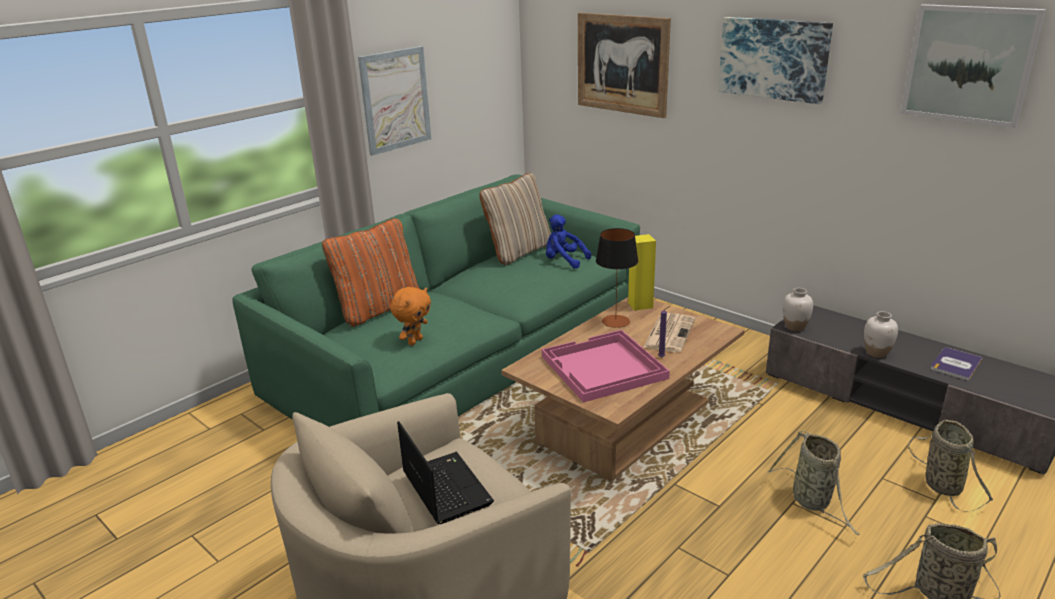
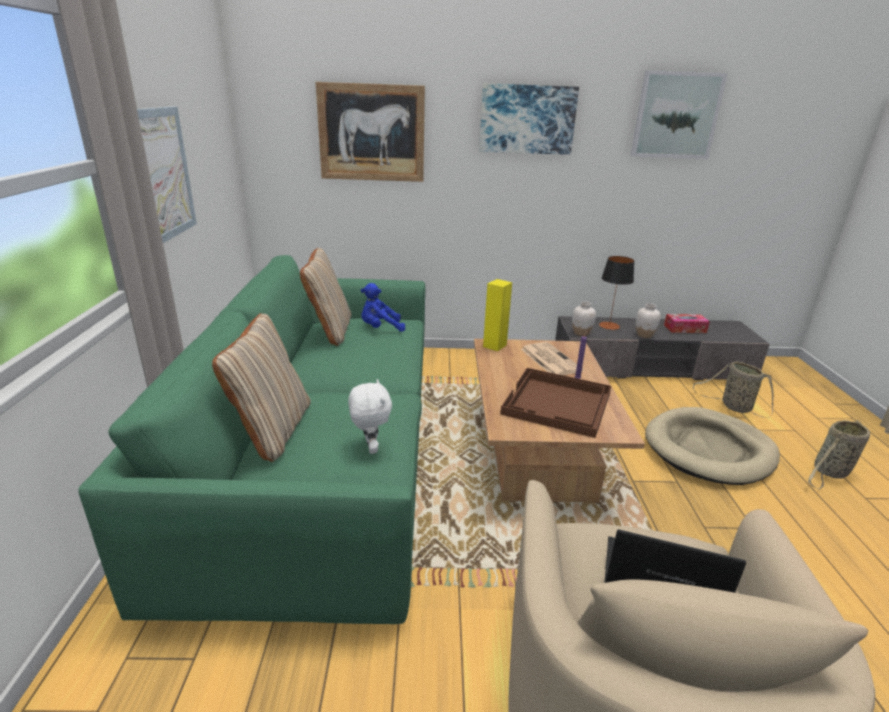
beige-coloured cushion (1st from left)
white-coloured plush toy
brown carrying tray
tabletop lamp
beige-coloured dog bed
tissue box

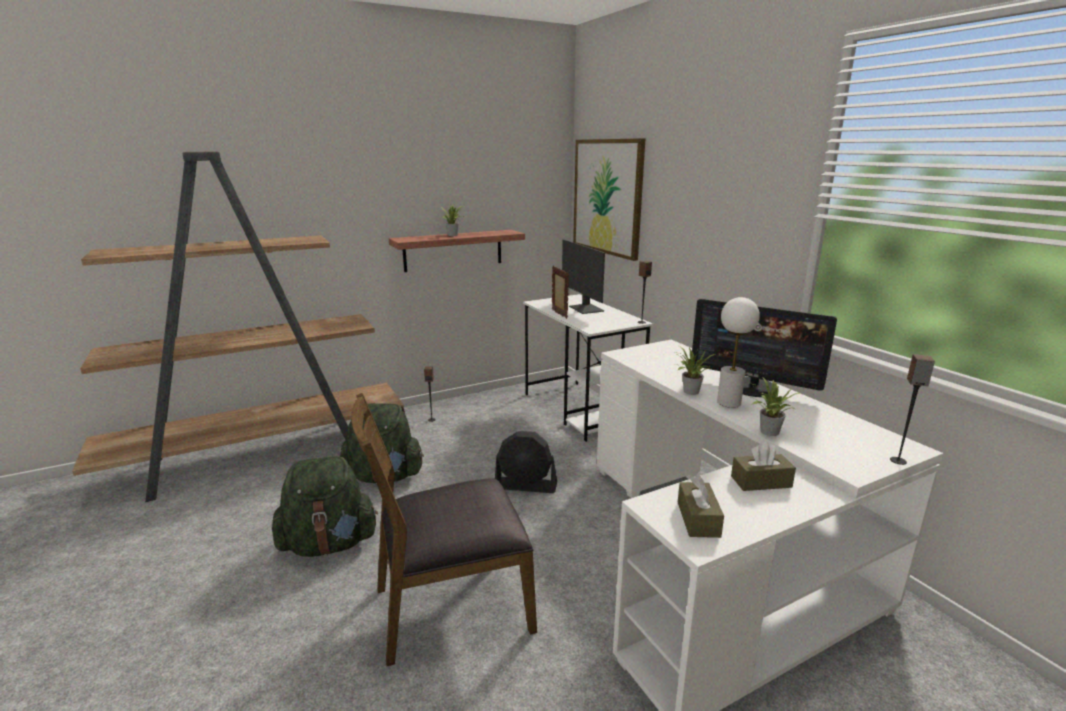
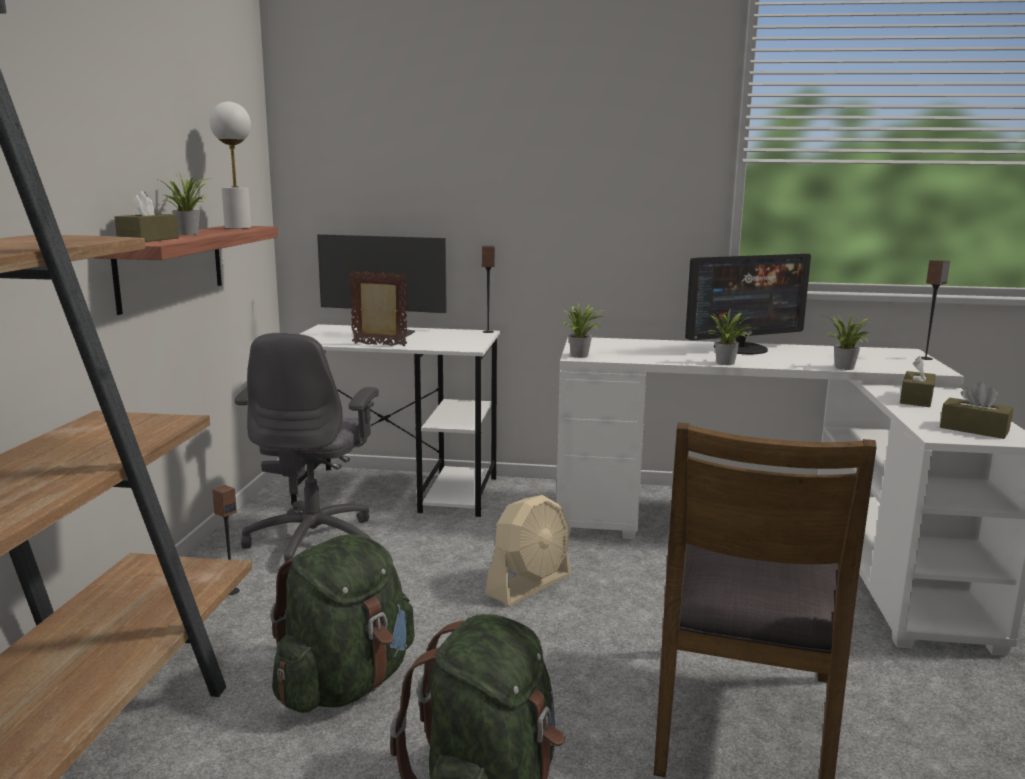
brown tissue box (1st from left)
white-coloured tabletop lamp
grey office chair
beige-coloured cooling fan
potted plant (2nd from left)
wall art

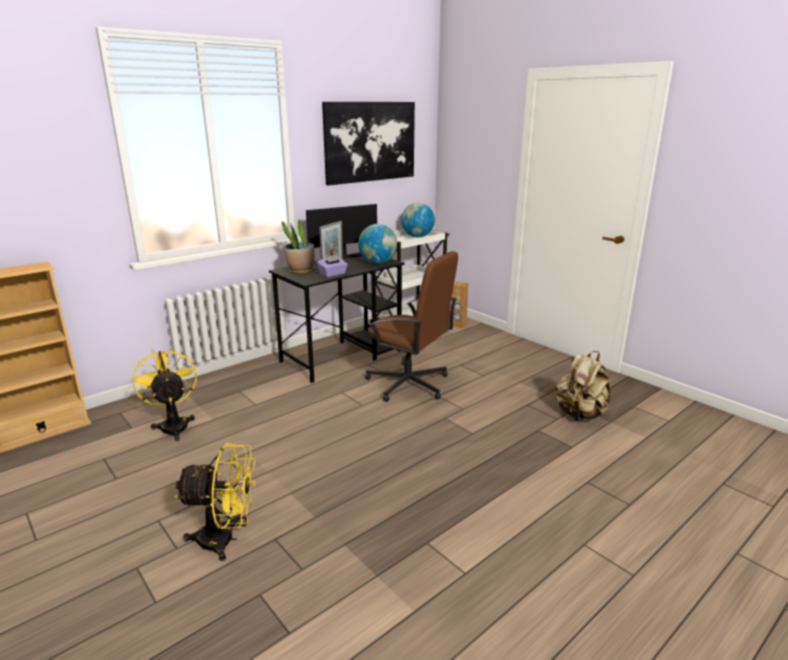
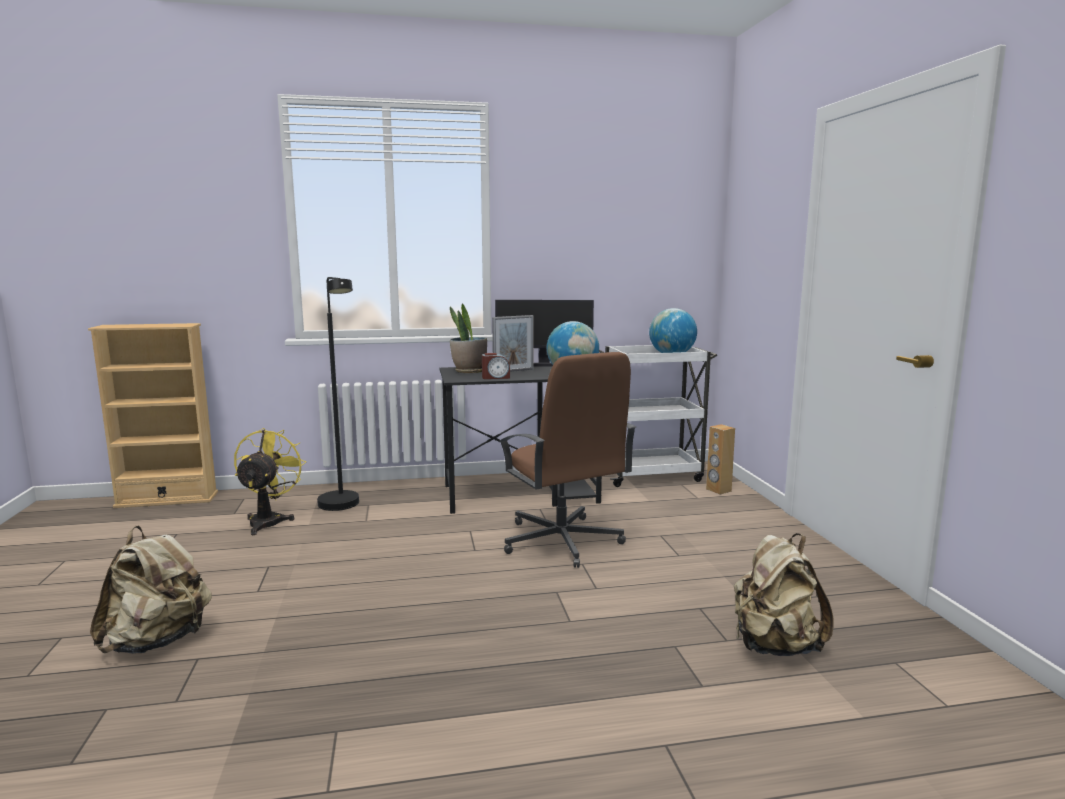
beige-coloured backpack (1st from left)
black standing lamp
bedside clock
wall art

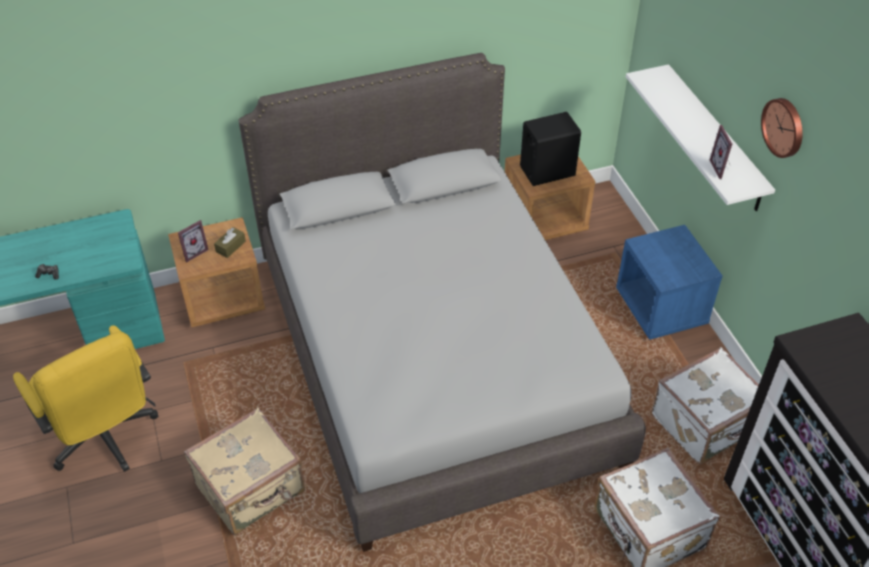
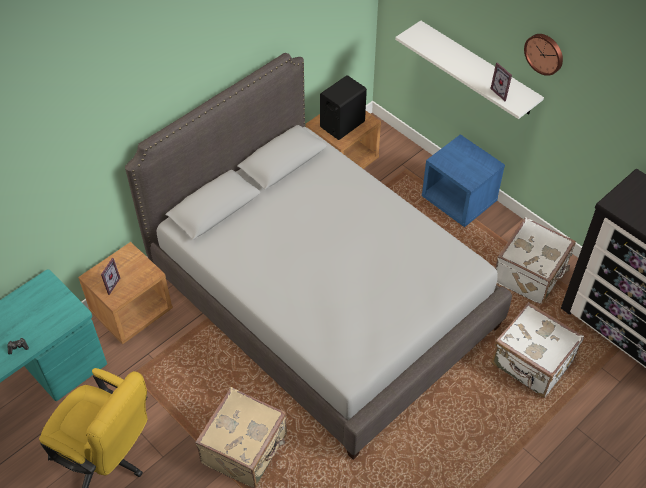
brown tissue box

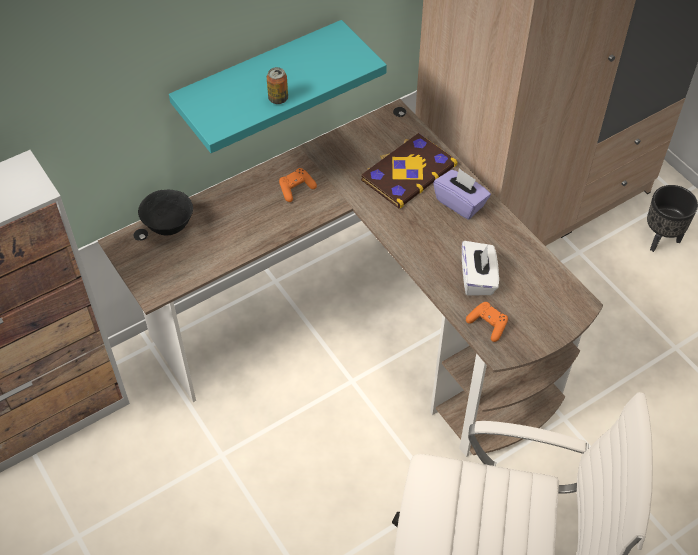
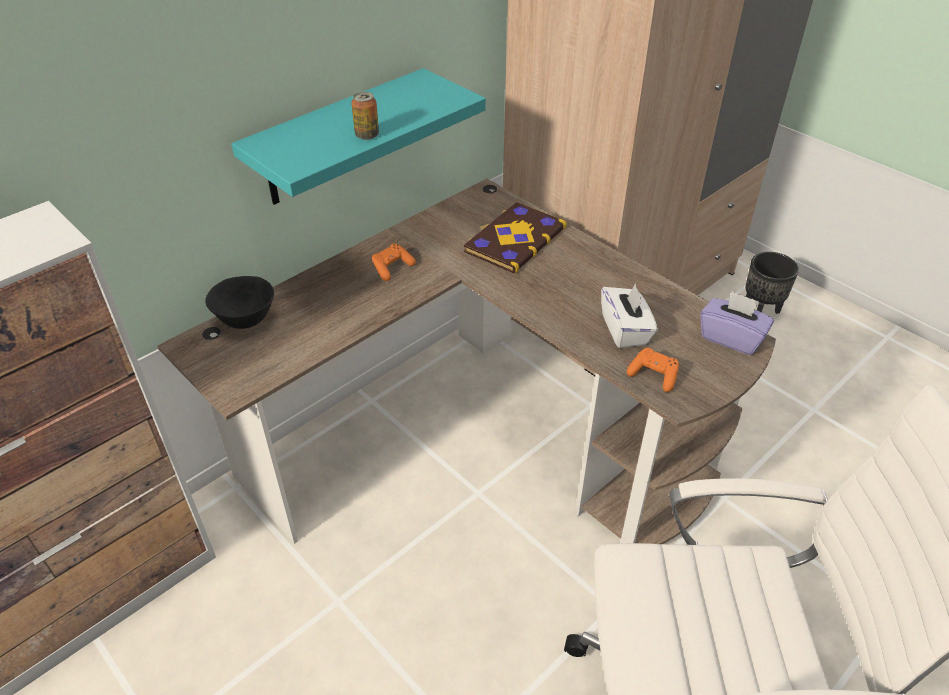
purple-coloured tissue box

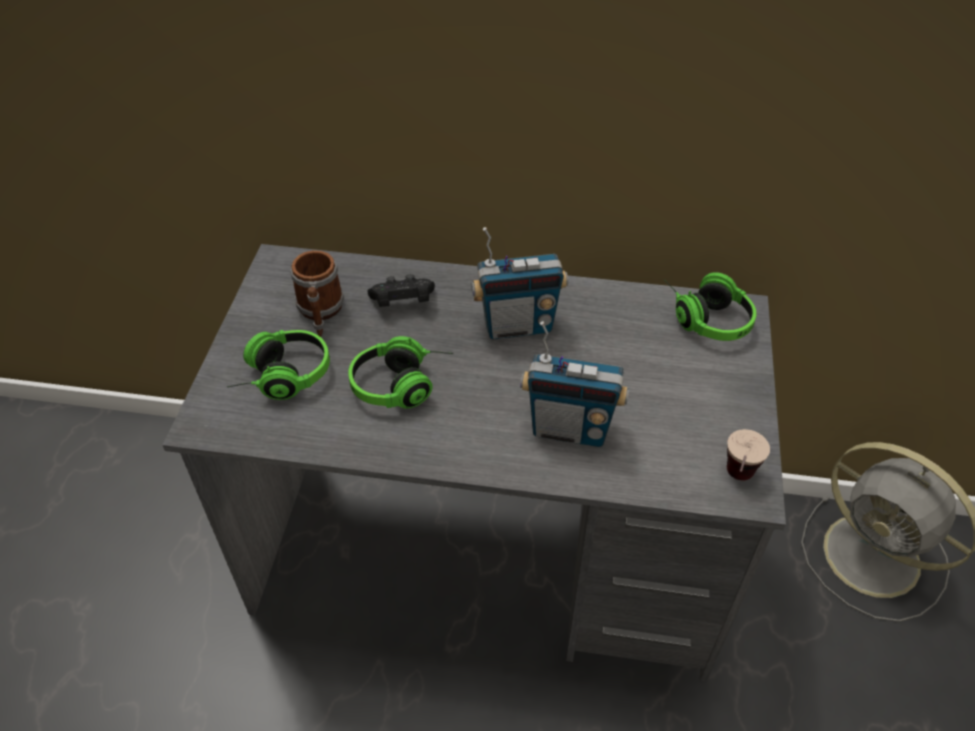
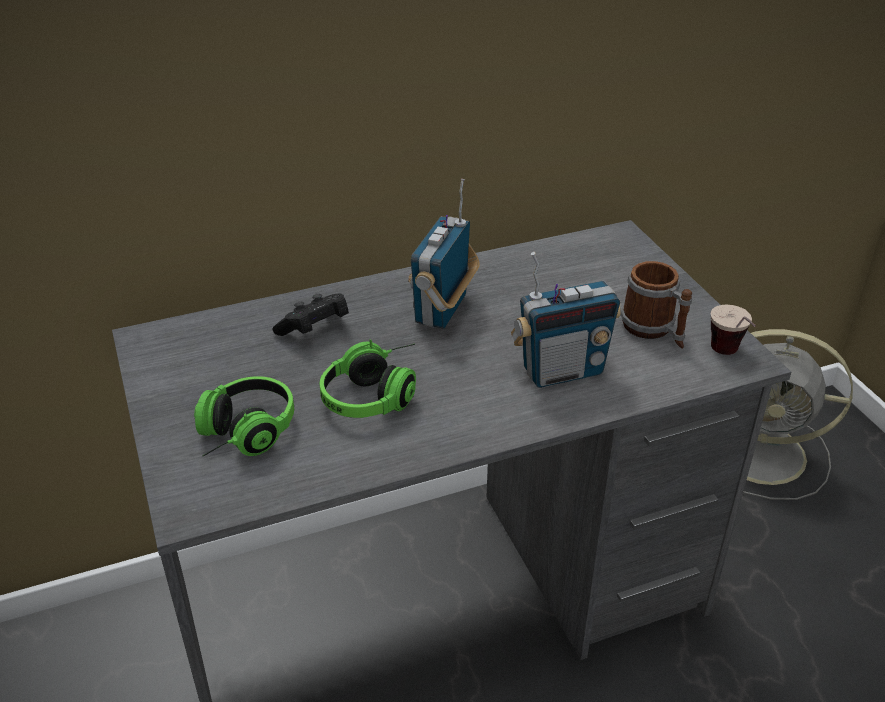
radio receiver (1st from left)
tea mug
headset (3rd from left in the first image)

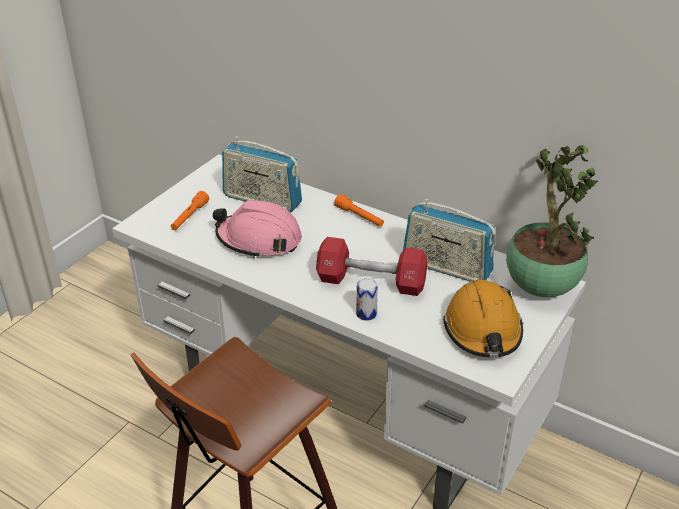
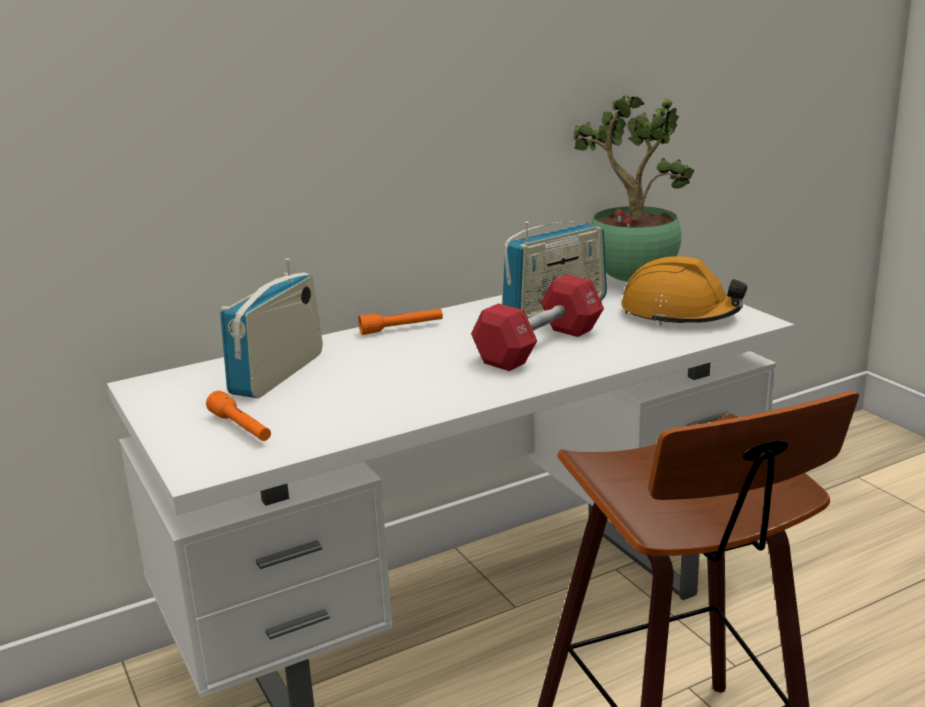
radio receiver (1st from left)
pink hard hat
can

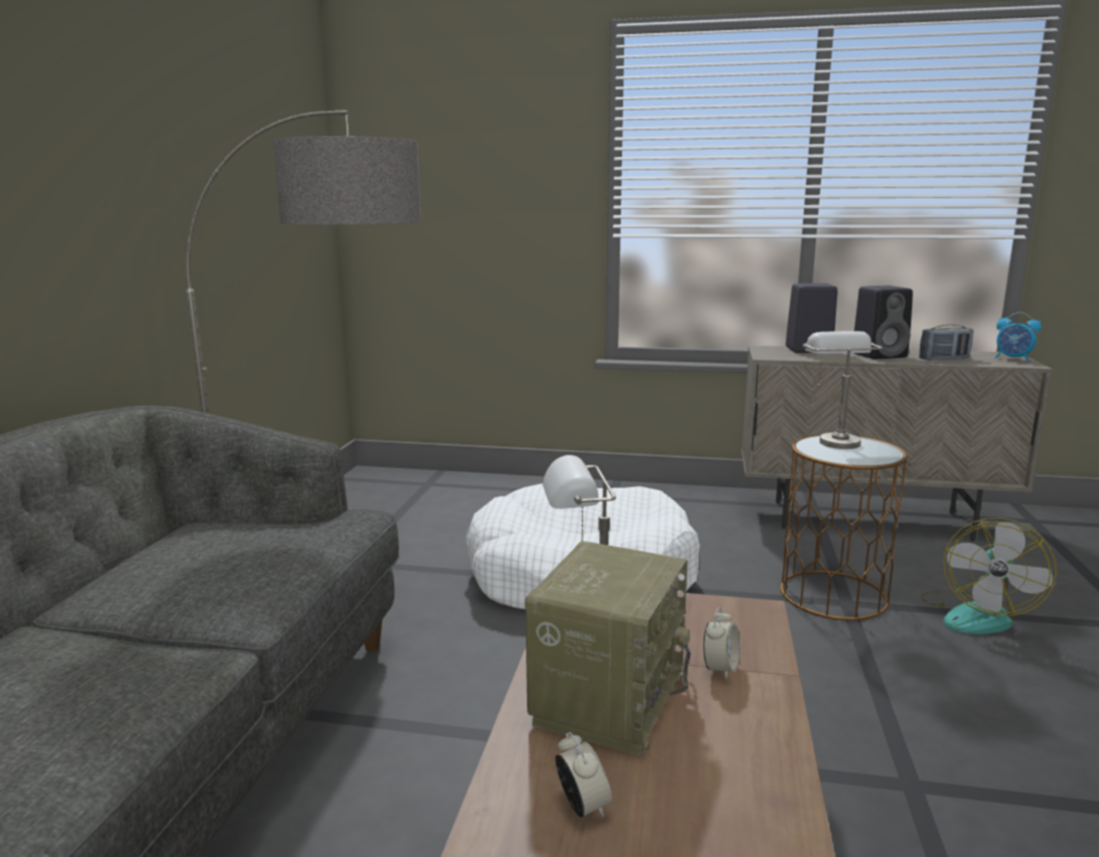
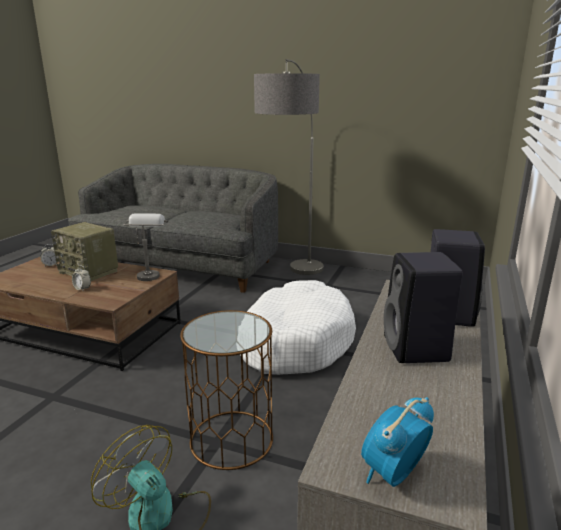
grey tabletop lamp (2nd from left in the first image)
radio receiver (2nd from left in the first image)

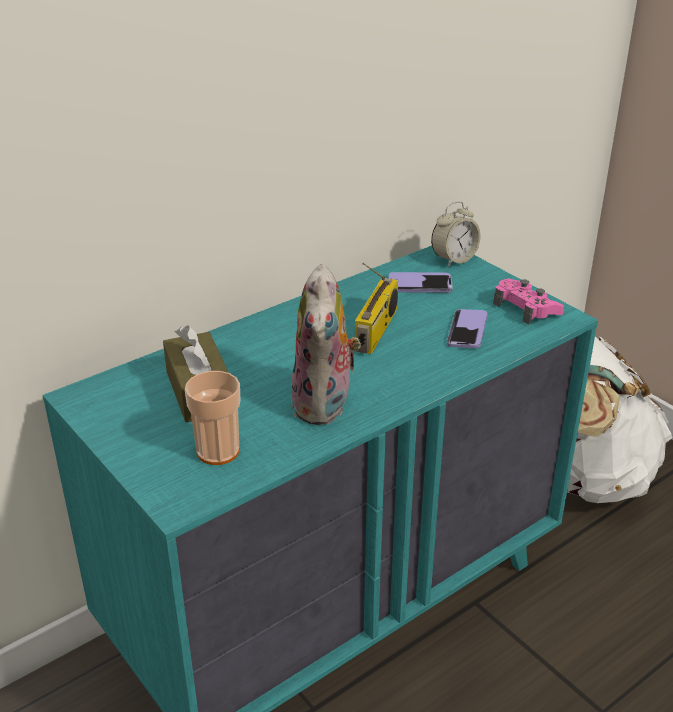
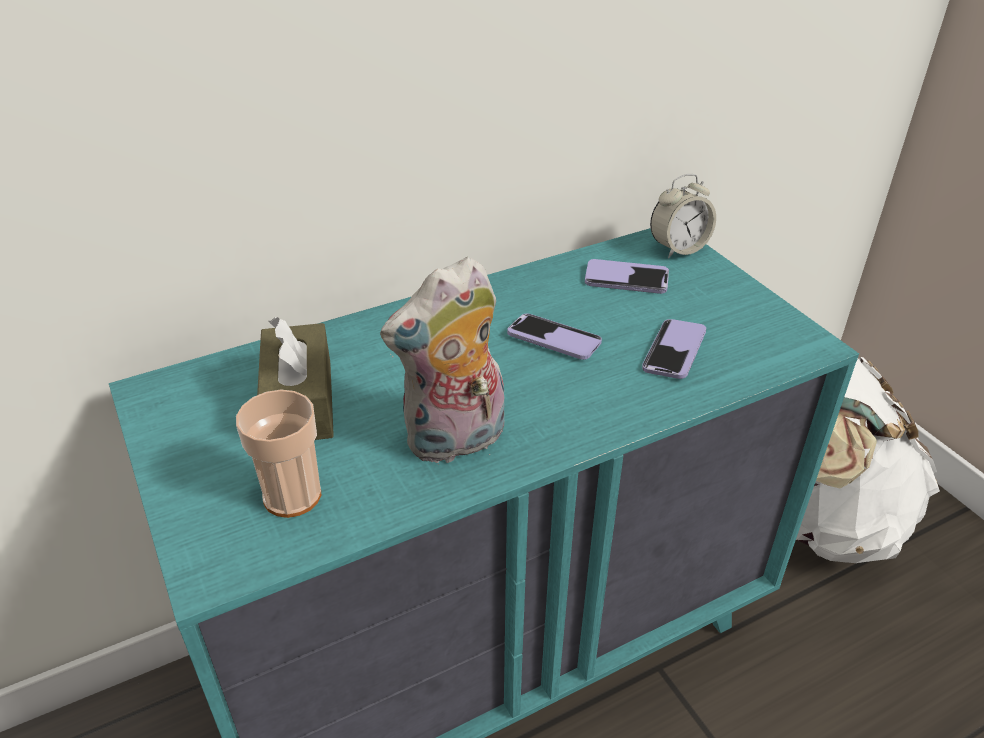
plush toy
telephone (1st from left)
pink joypad

